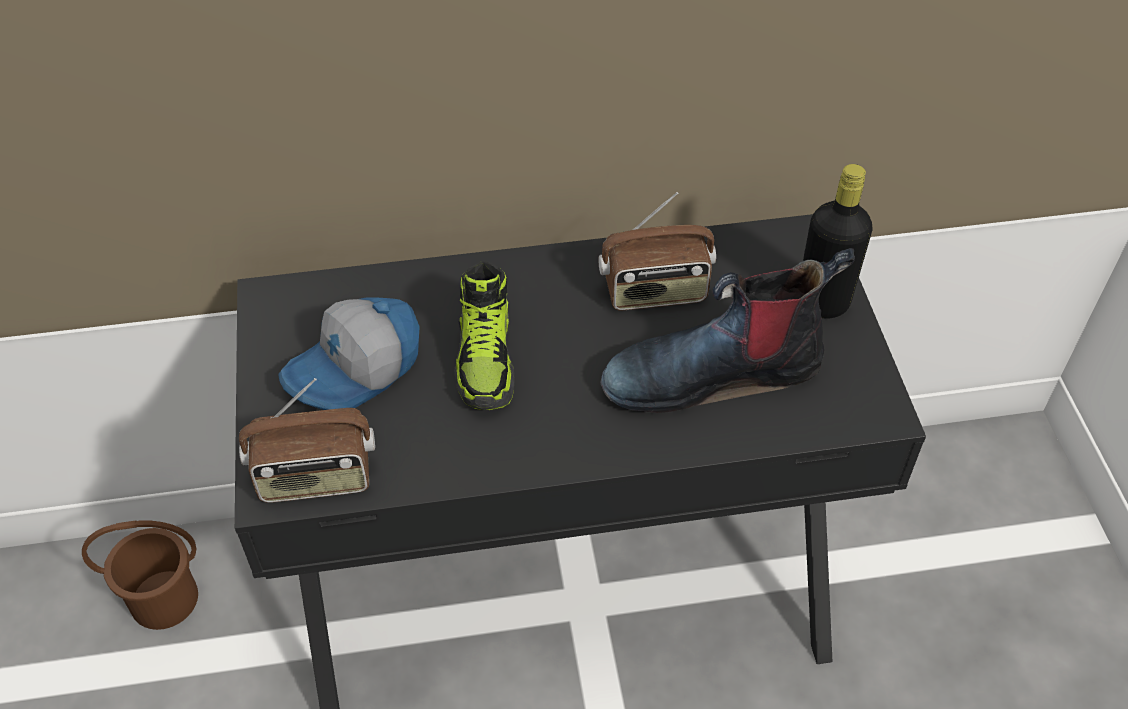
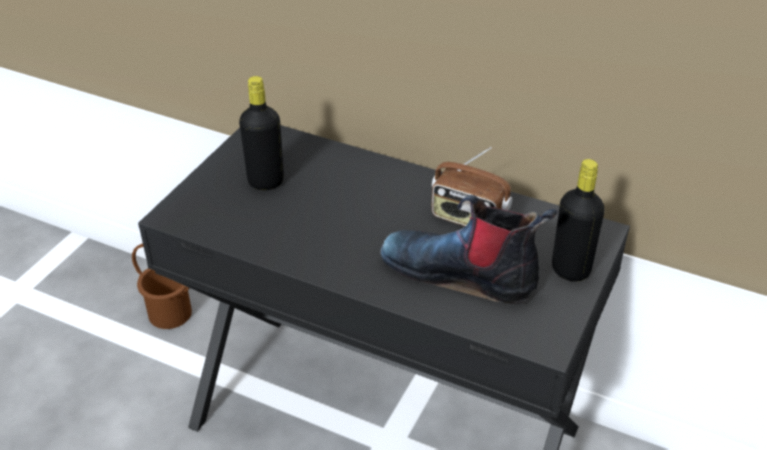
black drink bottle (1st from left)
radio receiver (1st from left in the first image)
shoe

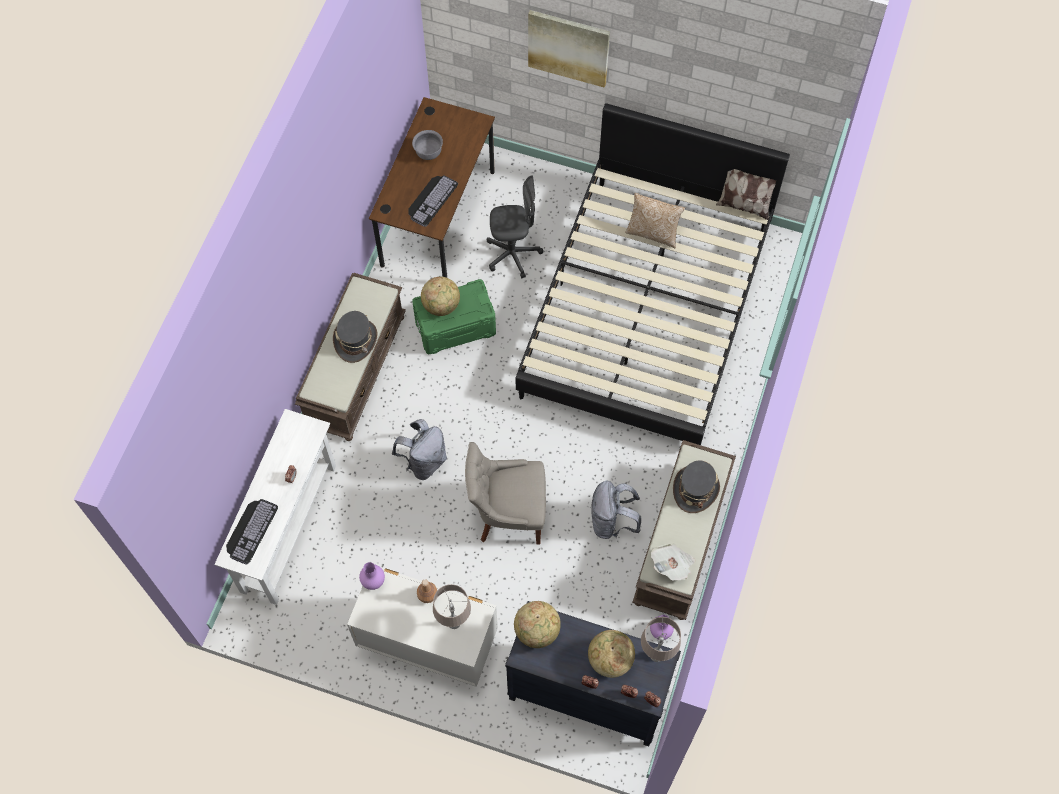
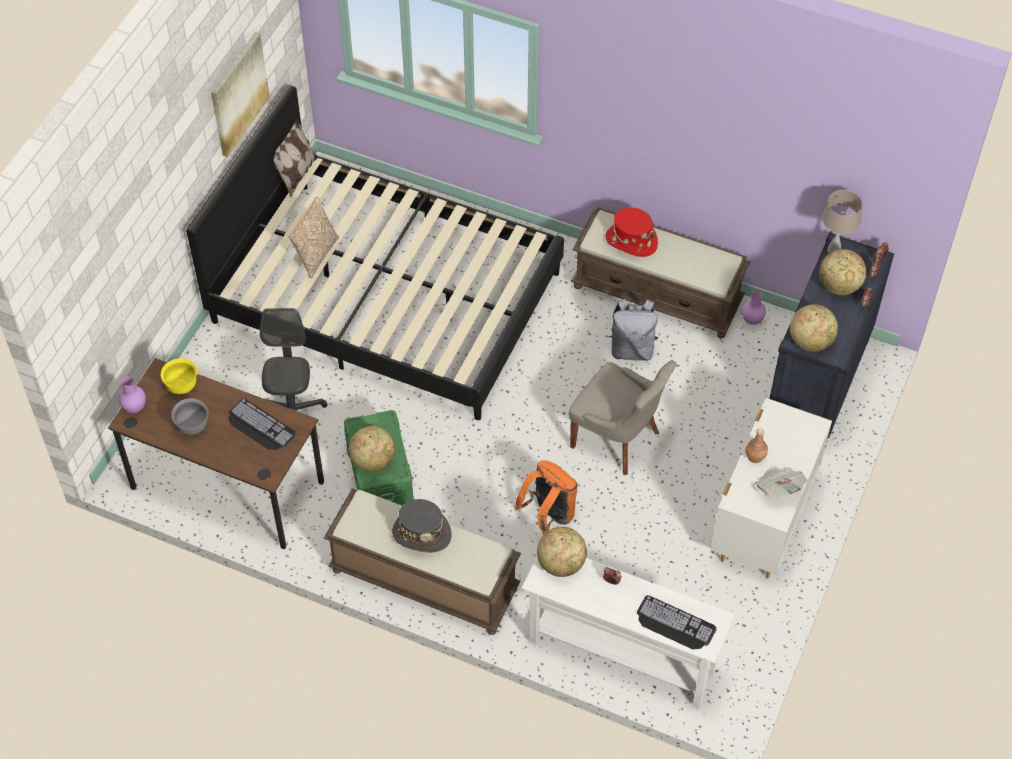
purple-coloured decorative vase (1st from left)
yellow serving bowl
wall art
orangey backpack
world globe (2nd from left)
grey upright chair
red wearable hat
daily paper
beige-coloured tabletop lamp (1st from left in the first image)

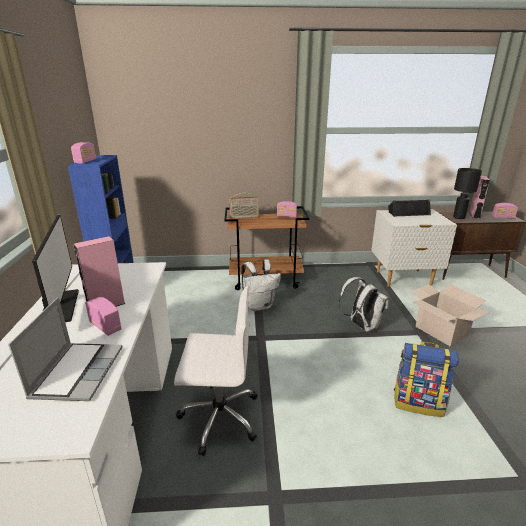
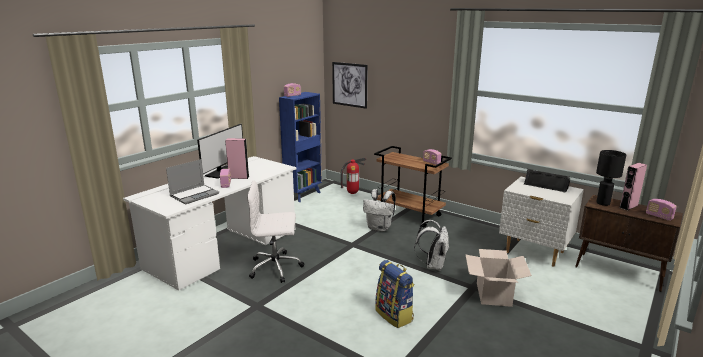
white-coloured office chair
wall art
fire extinguisher
radio receiver (3rd from left in the first image)

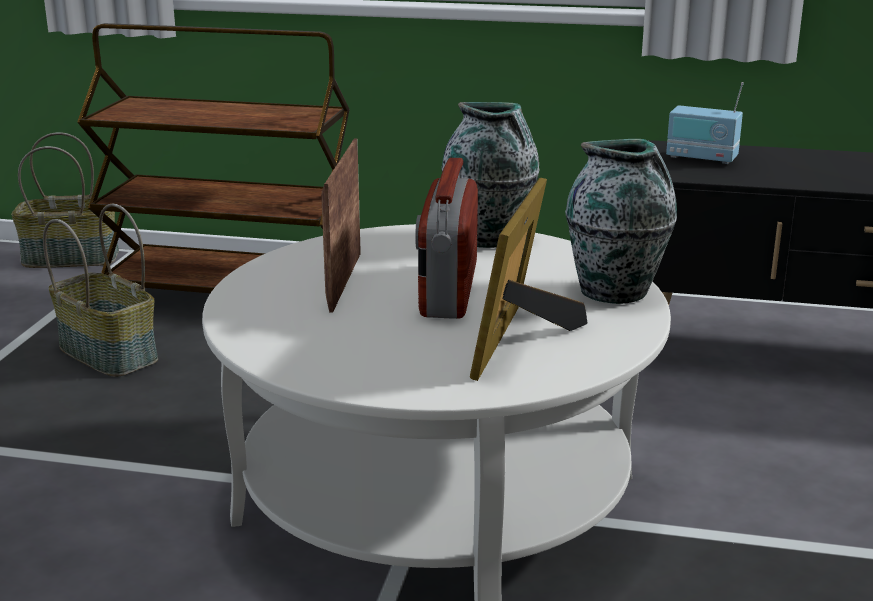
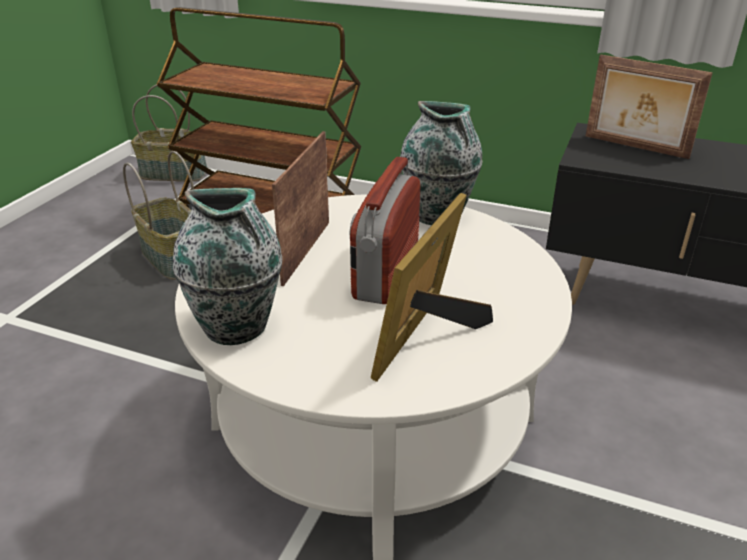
decorative vase (1st from left)
photo frame (3rd from left)

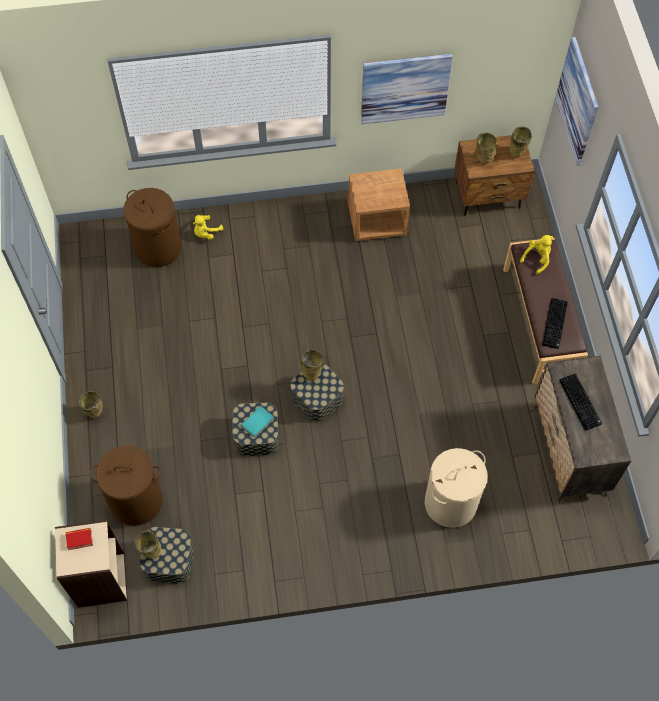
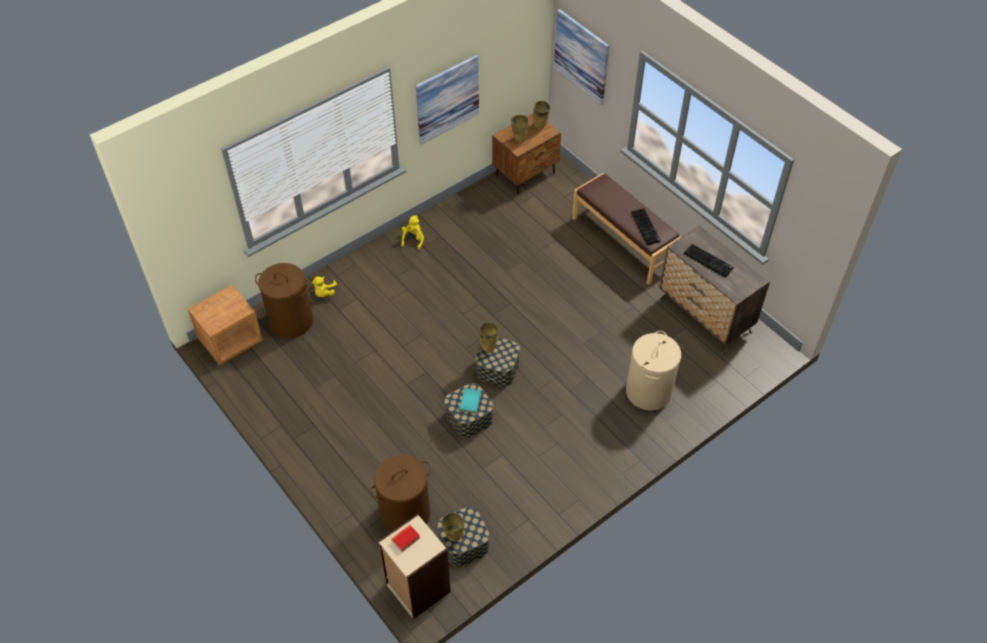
brown night table (1st from left)
yellow plush toy (2nd from left)
beige-coloured decorative vase (1st from left in the first image)

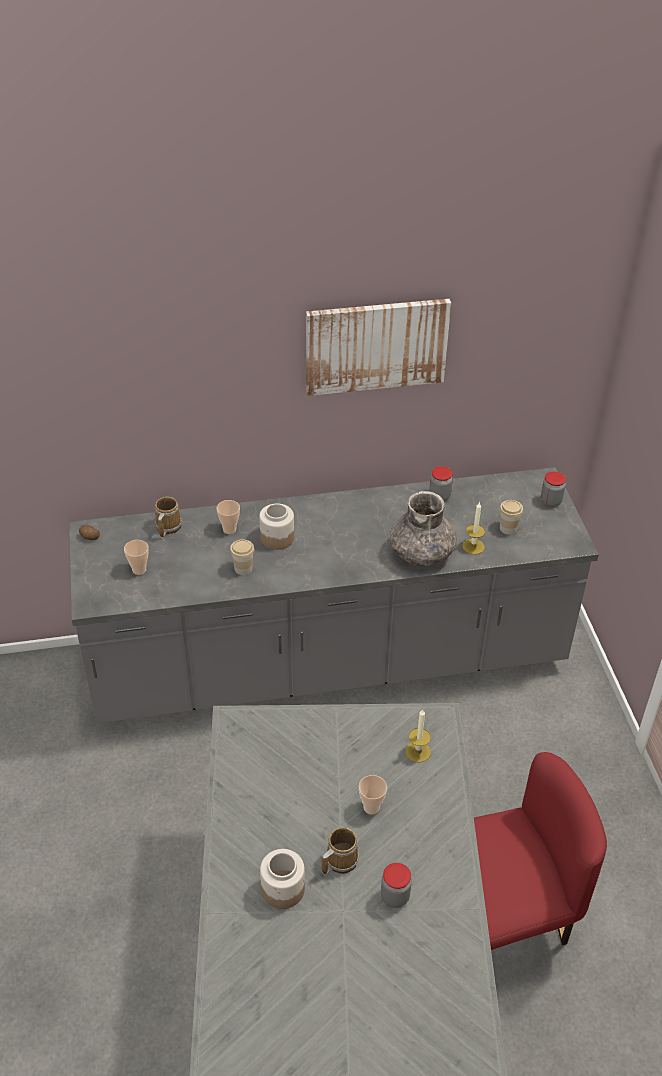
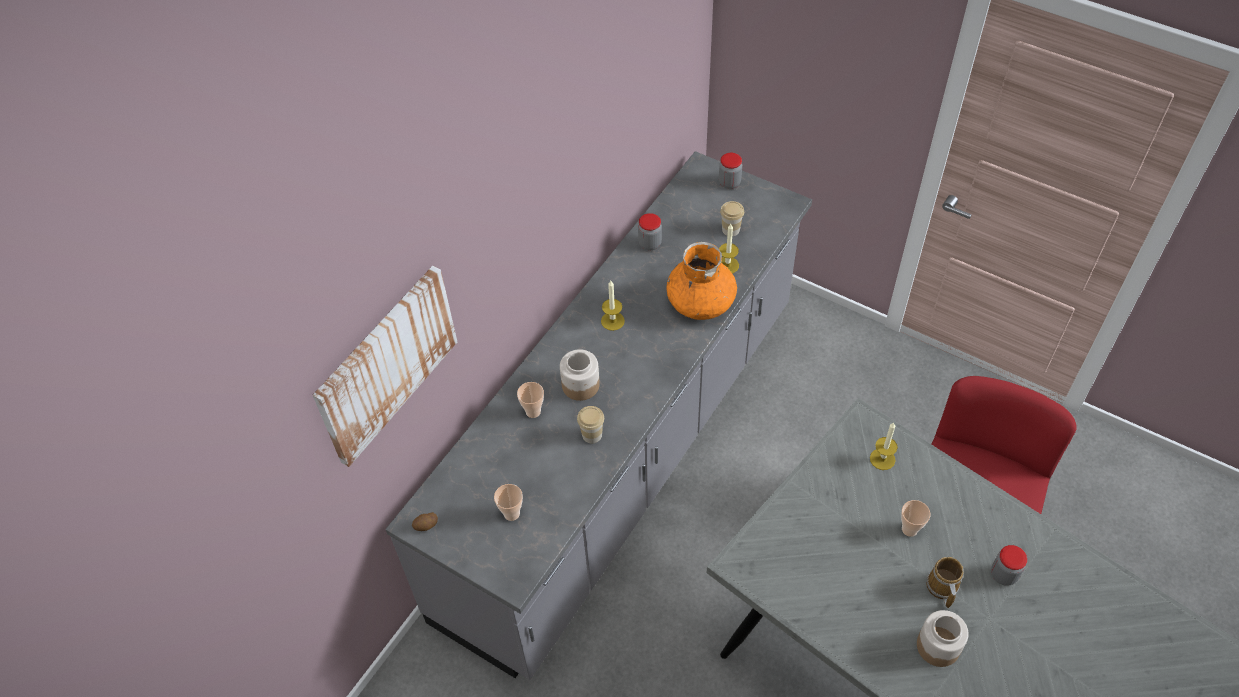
wall art
wax candle (1st from left)
orangey decorative vase
tea mug (1st from left in the first image)

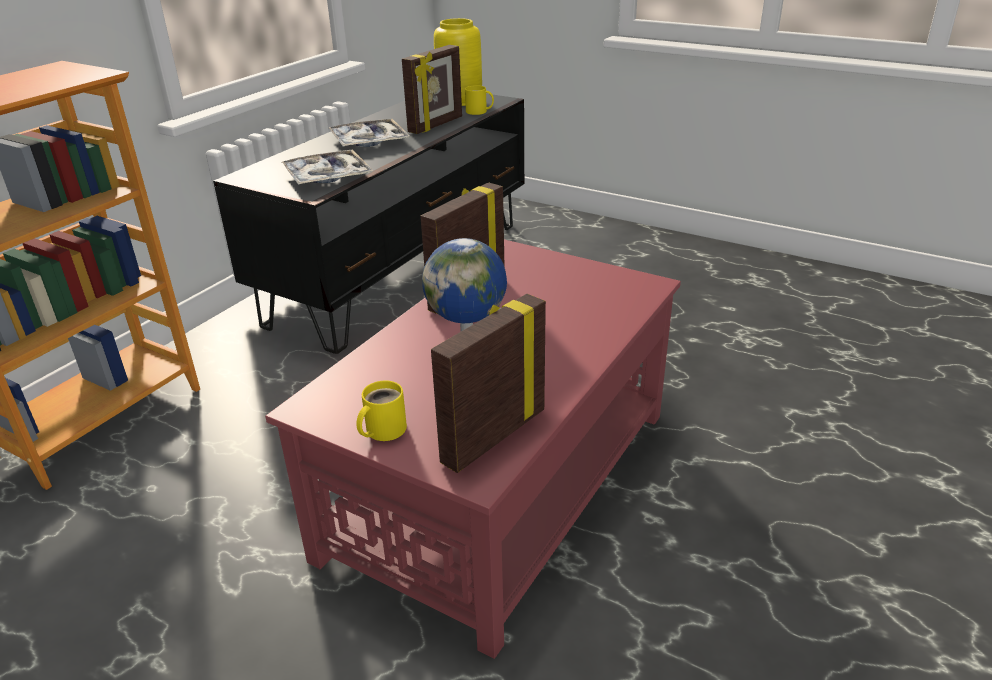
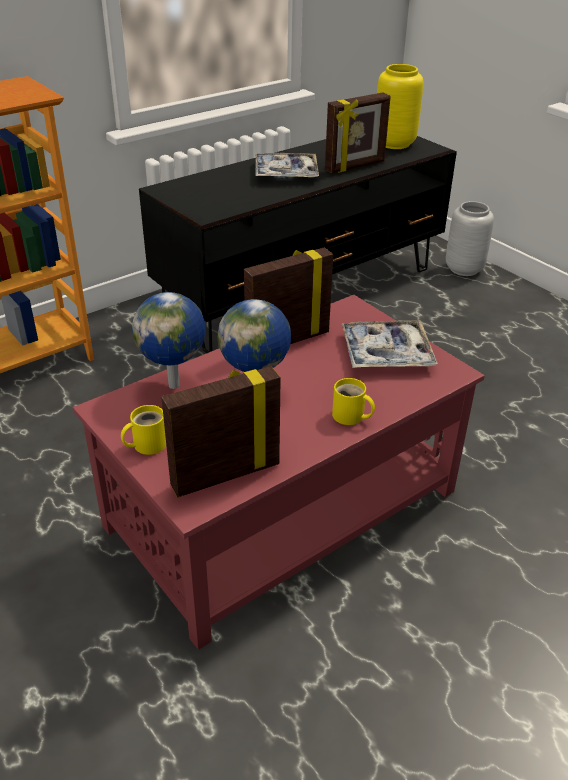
world globe (1st from left)
yellow tea mug (2nd from left)
carrying tray (2nd from left)
grey decorative vase

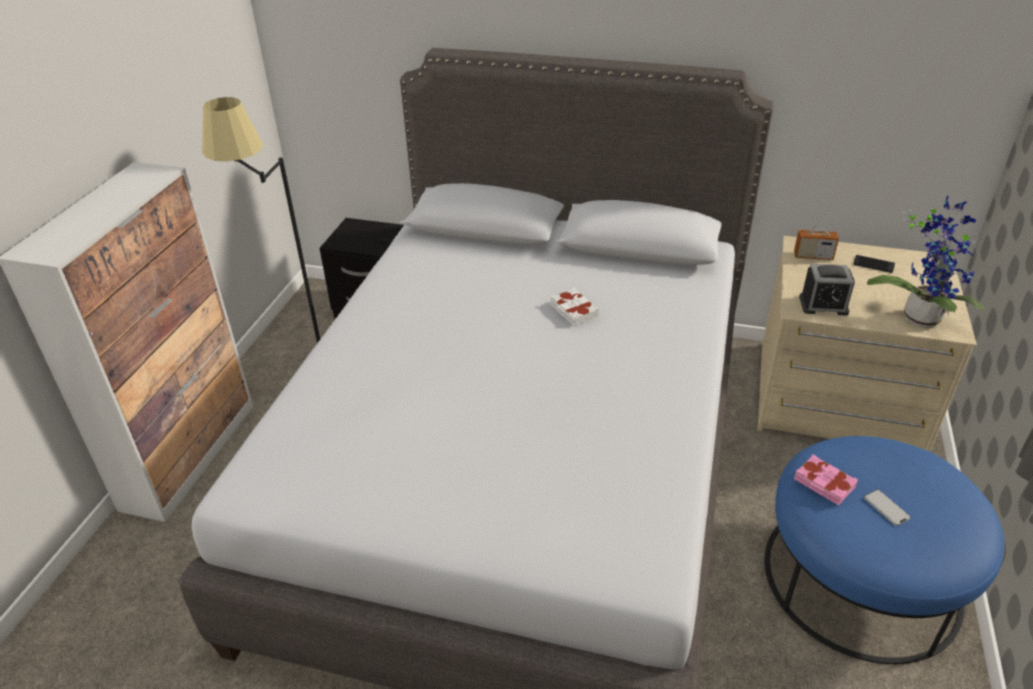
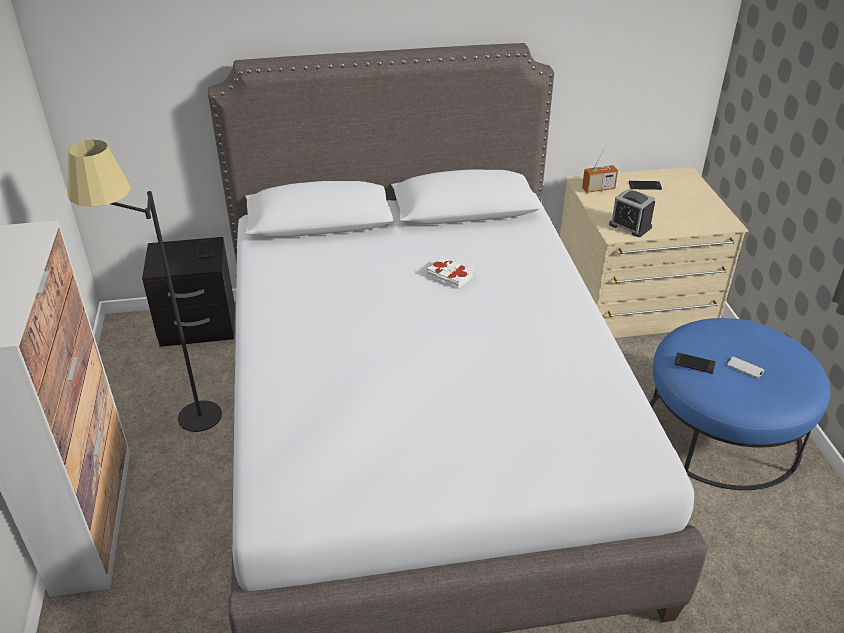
bedside clock
telephone (3rd from left)
potted plant

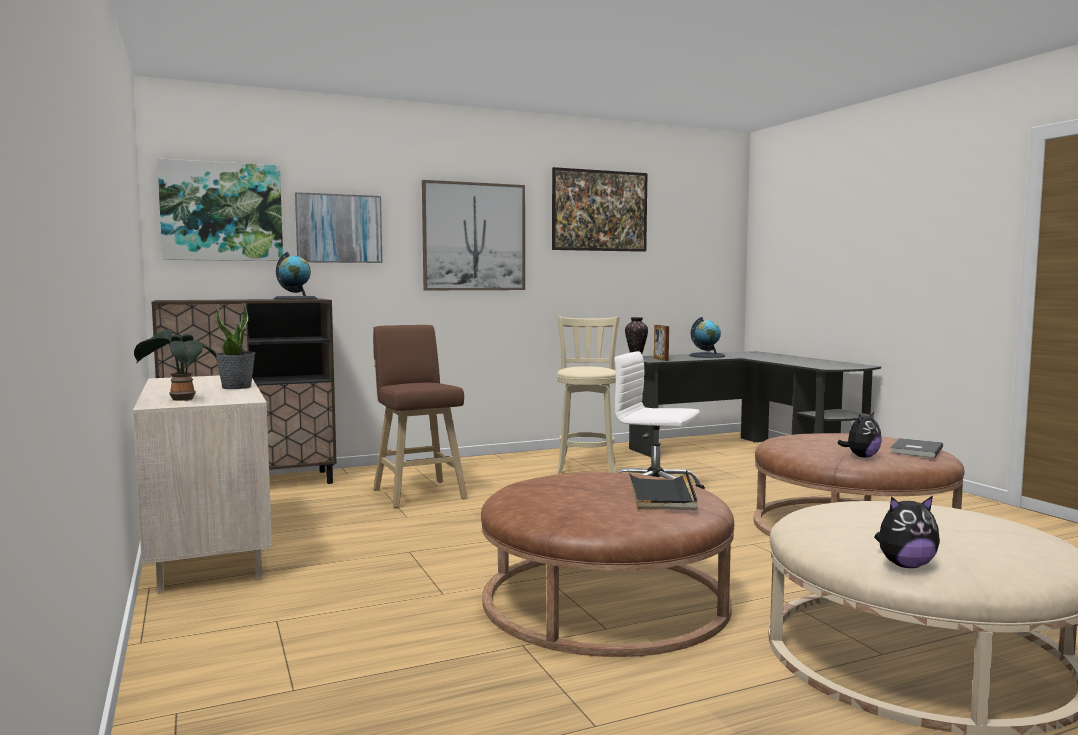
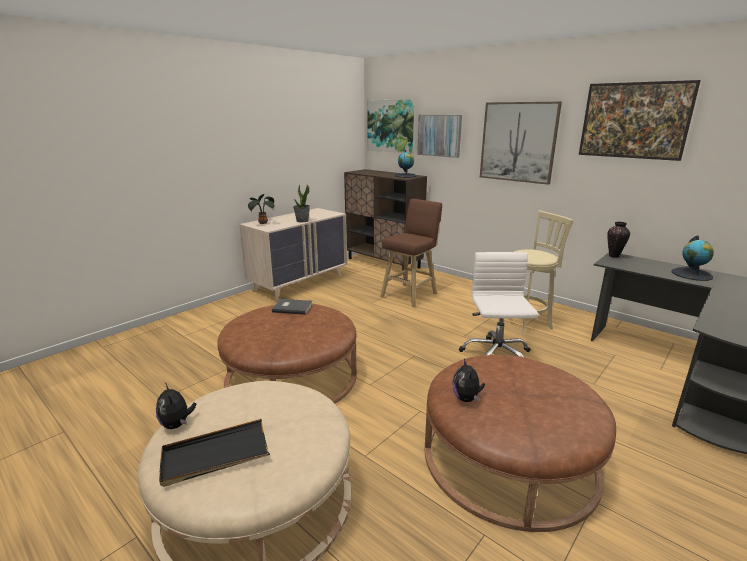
black carrying tray
grey volume
plush toy (2nd from left)
photo frame

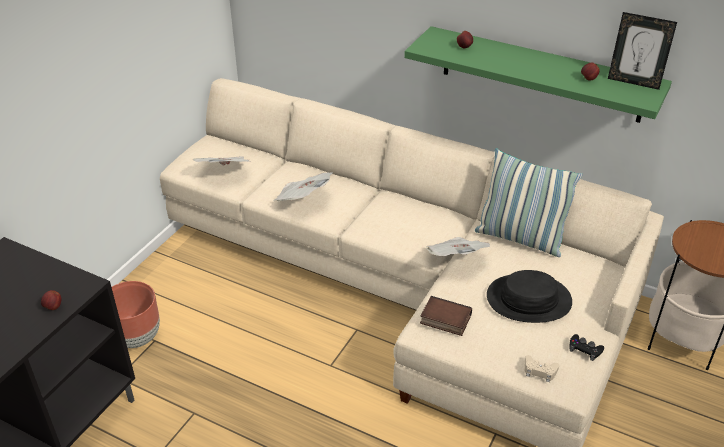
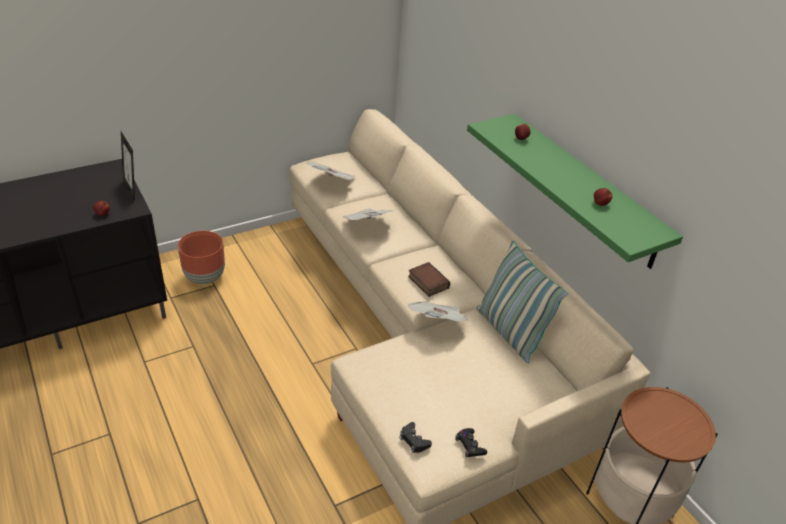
photo frame
black joypad (1st from left)
volume
black wearable hat

